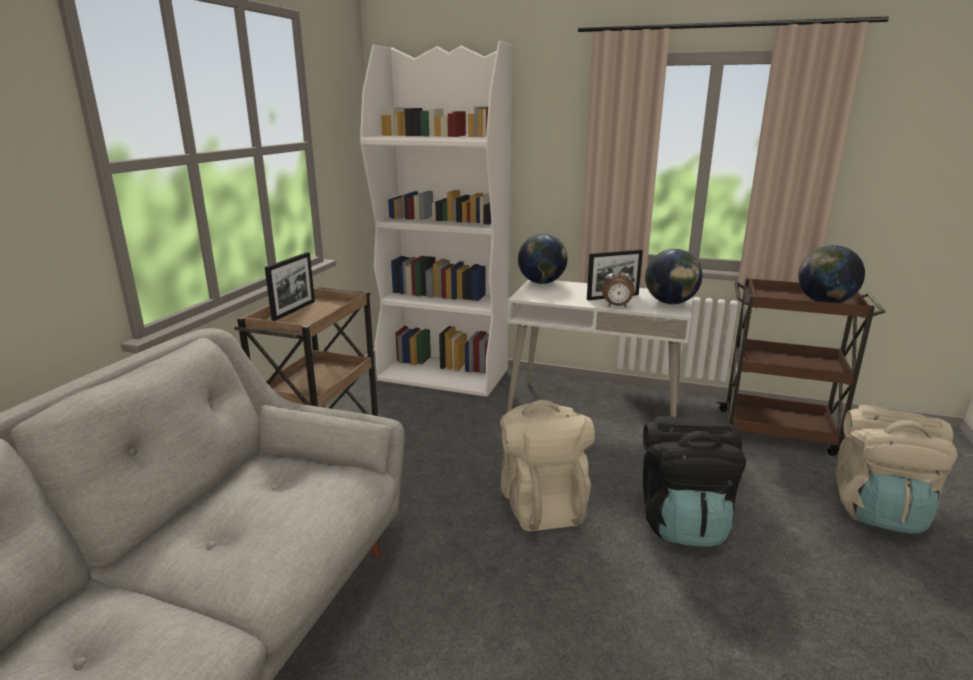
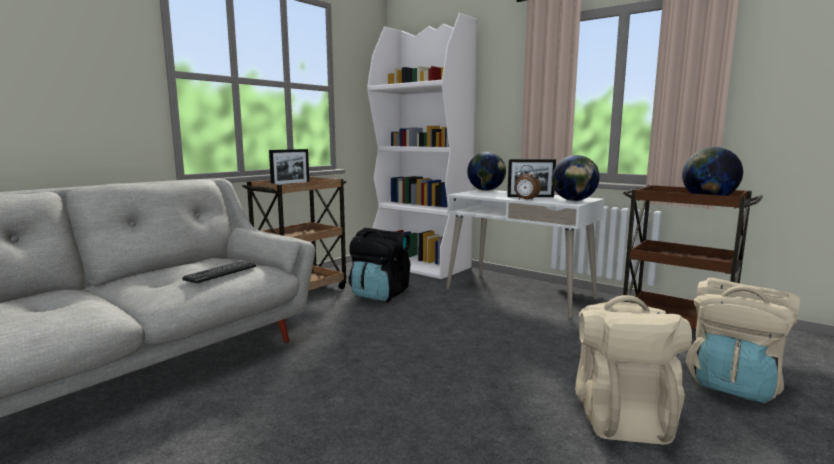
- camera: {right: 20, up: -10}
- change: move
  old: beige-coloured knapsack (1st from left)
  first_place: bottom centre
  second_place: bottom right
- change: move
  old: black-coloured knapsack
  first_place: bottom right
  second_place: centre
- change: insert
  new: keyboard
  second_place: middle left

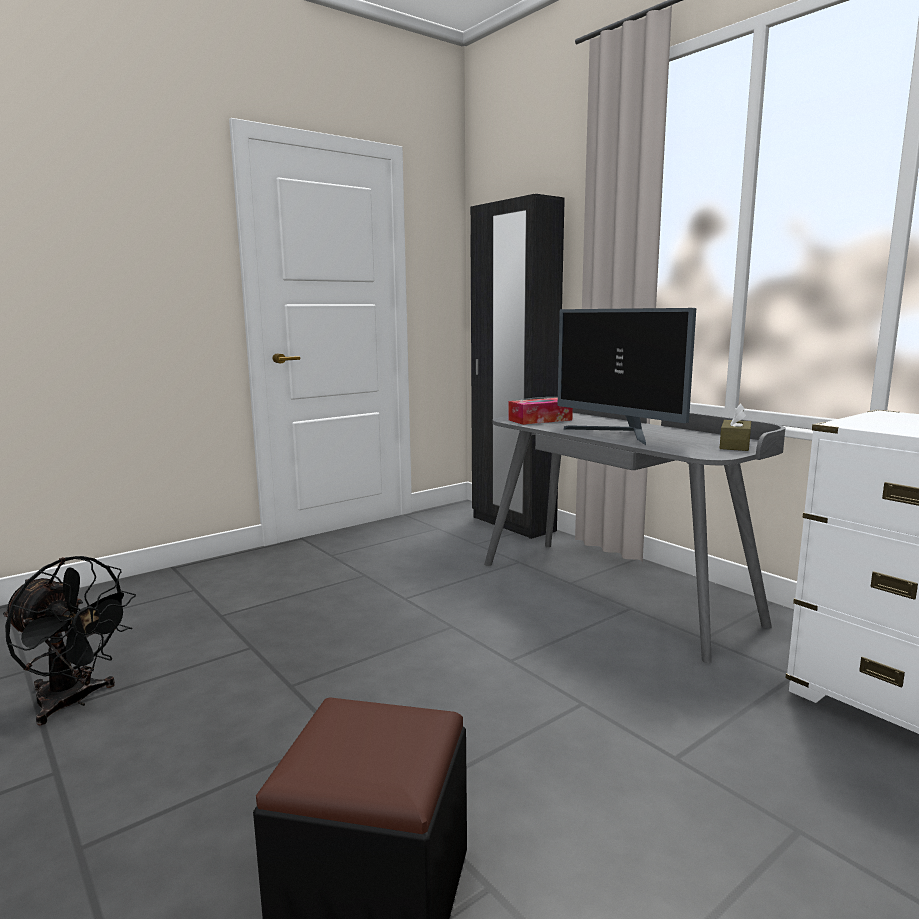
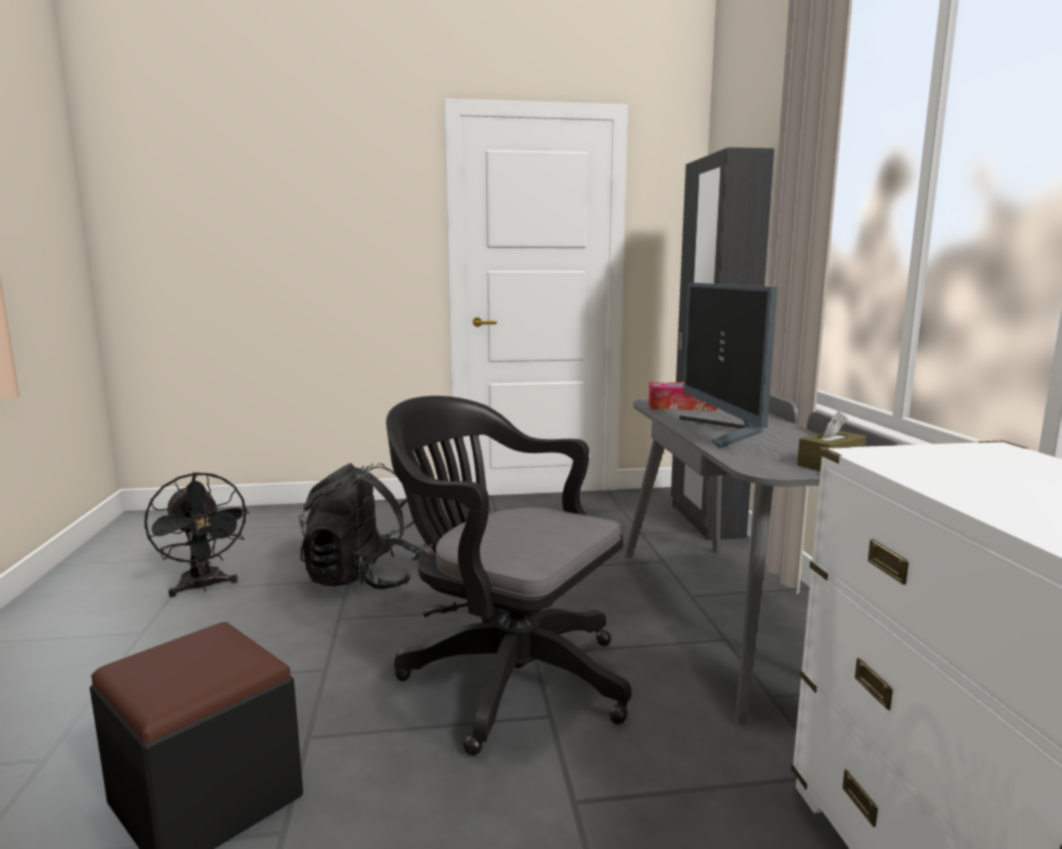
- camera: {right: 30, up: 0}
- change: insert
  new: black-coloured knapsack
  second_place: centre
- change: insert
  new: black-coloured computer chair
  second_place: bottom centre

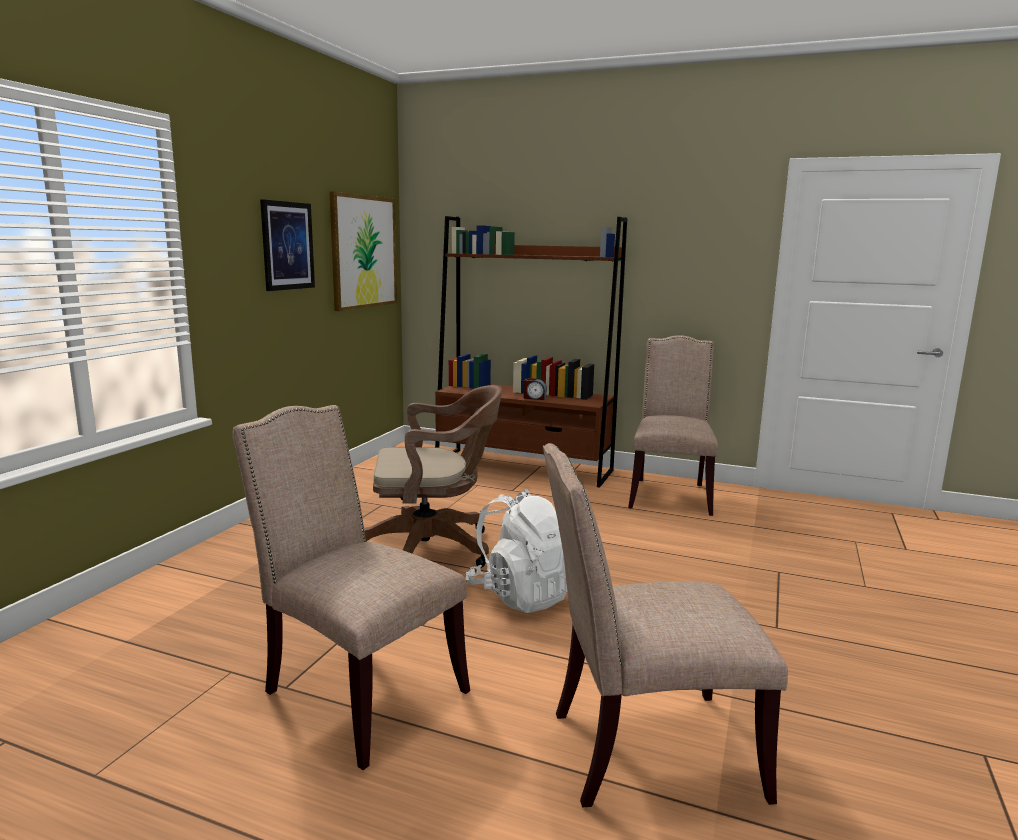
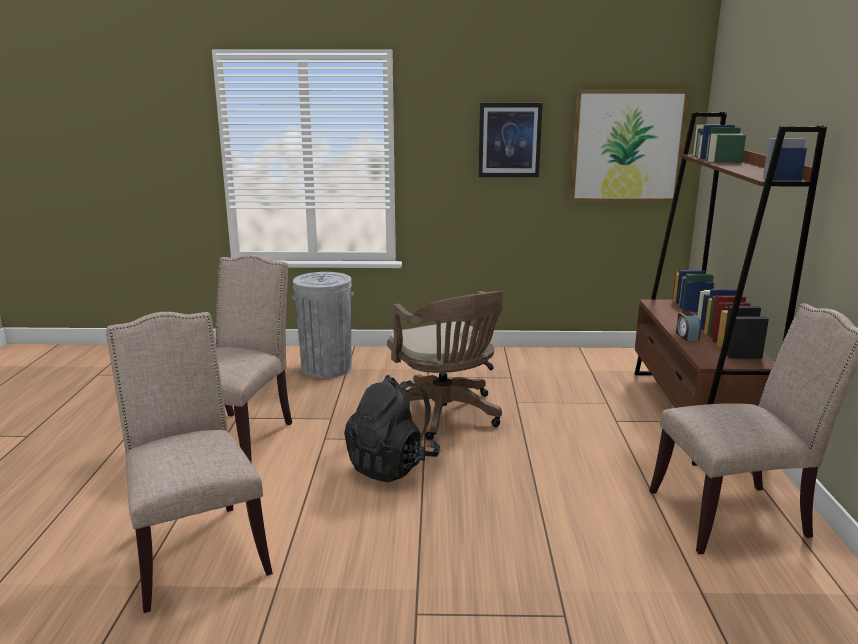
- camera: {right: 70, up: 5}
- change: recolor
  old: white knapsack
  new: black-coloured knapsack
  first_place: centre
  second_place: centre
- change: insert
  new: greyish rubbish bin
  second_place: centre

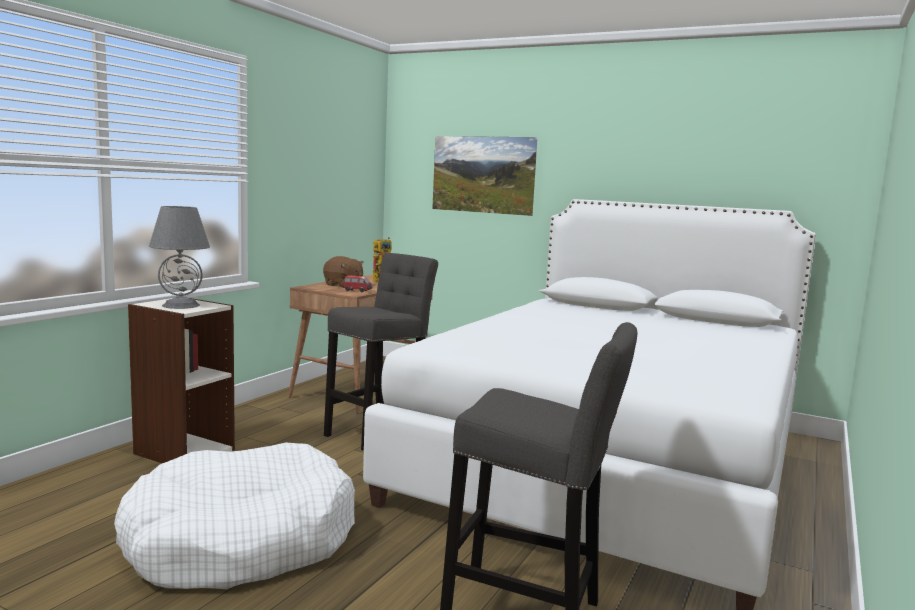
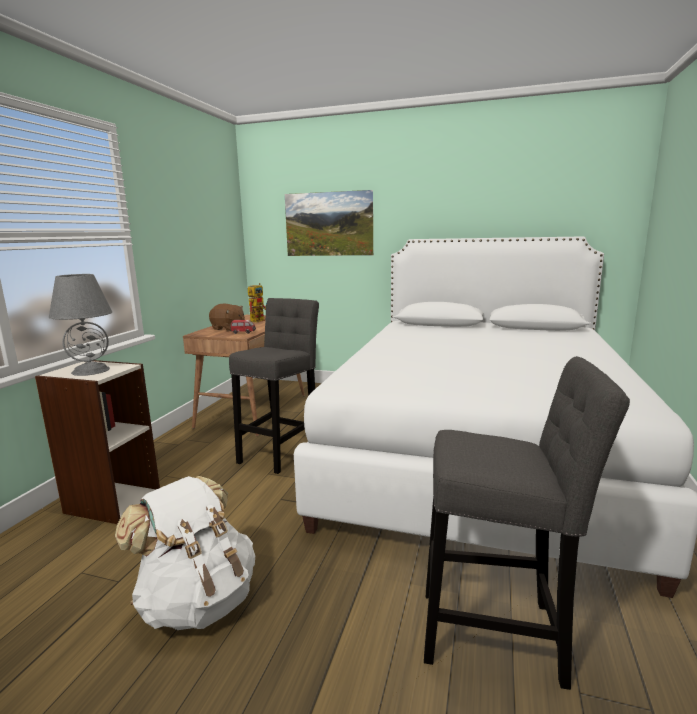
- camera: {right: -10, up: 5}
- change: replace
  old: white pet bed
  new: white knapsack
  first_place: bottom left
  second_place: bottom left

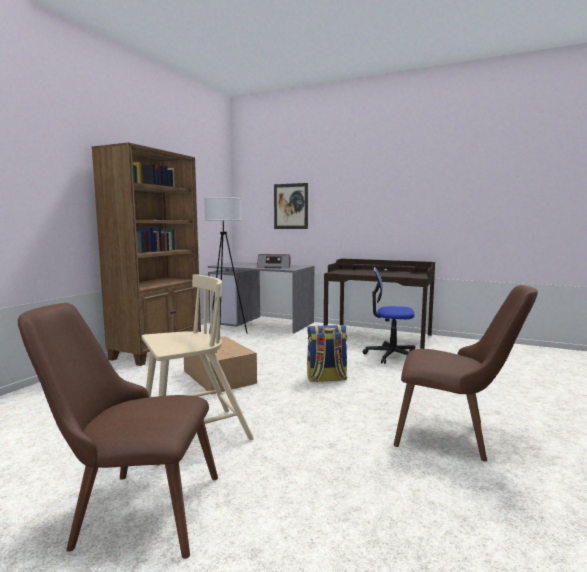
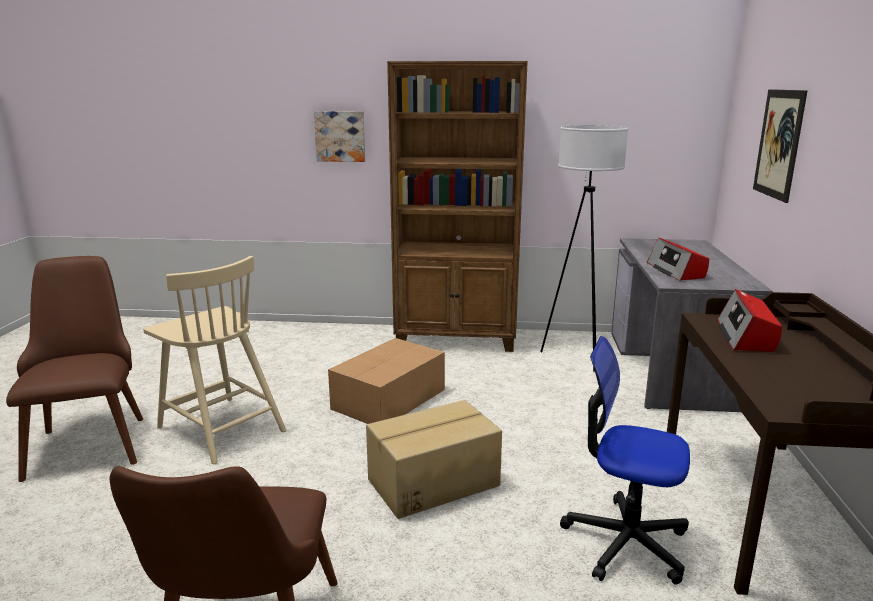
- camera: {right: 70, up: 10}
- change: replace
  old: knapsack
  new: cardboard box (2nd from left)
  first_place: centre
  second_place: bottom centre
- change: rotate
  old: computer chair
  first_place: centre
  second_place: bottom right
  degrees: -60
- change: insert
  new: wall picture (1st from left)
  second_place: top centre
- change: insert
  new: radio receiver (2nd from left)
  second_place: middle right

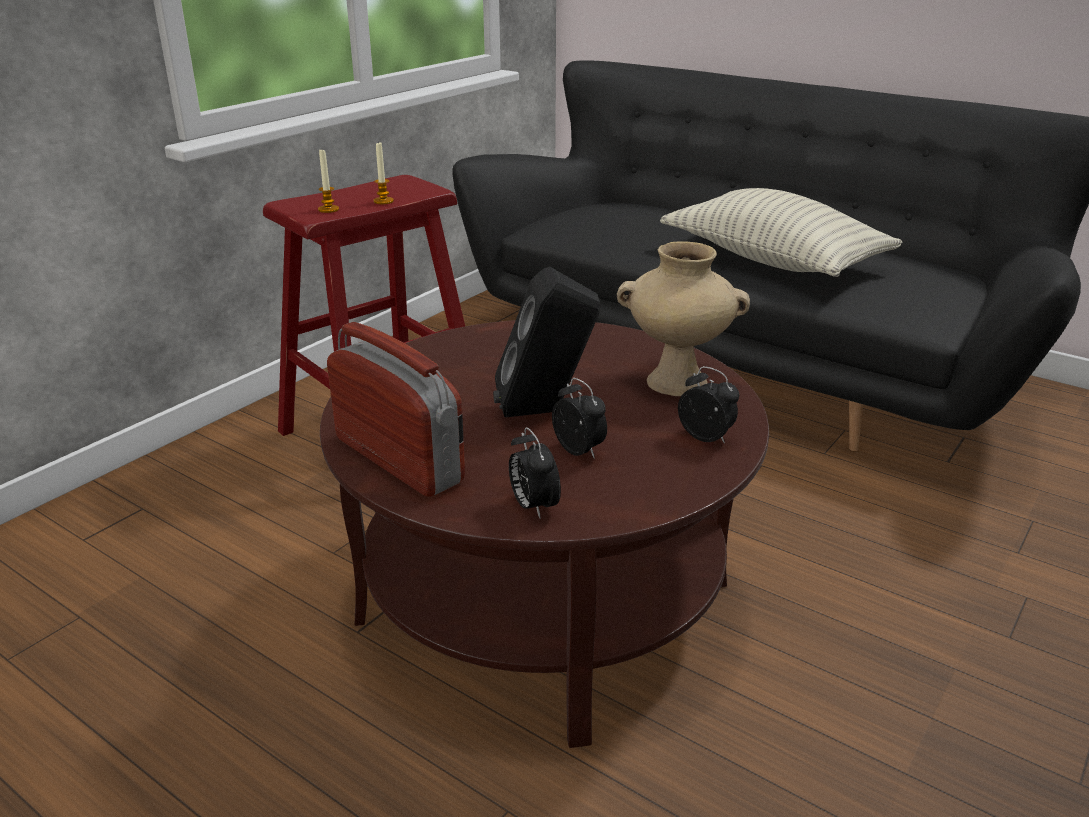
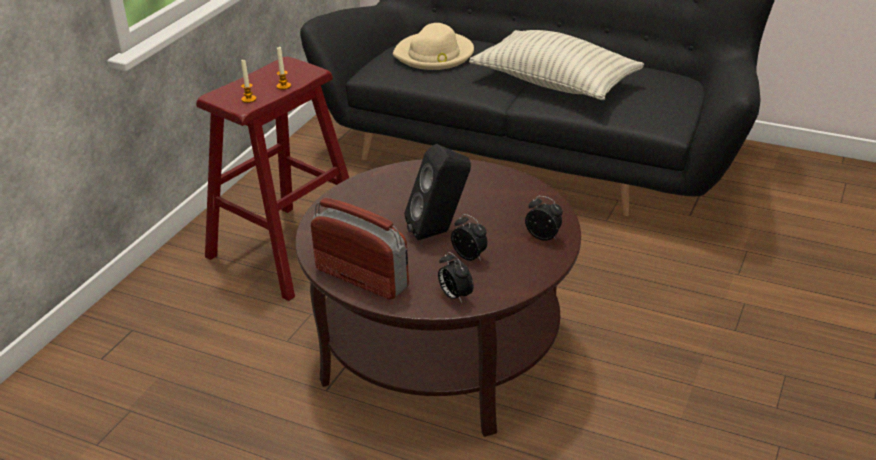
- camera: {right: -10, up: 5}
- change: delete
  old: beige-coloured flower vase
  first_place: centre
- change: insert
  new: beige-coloured clothing hat
  second_place: top centre

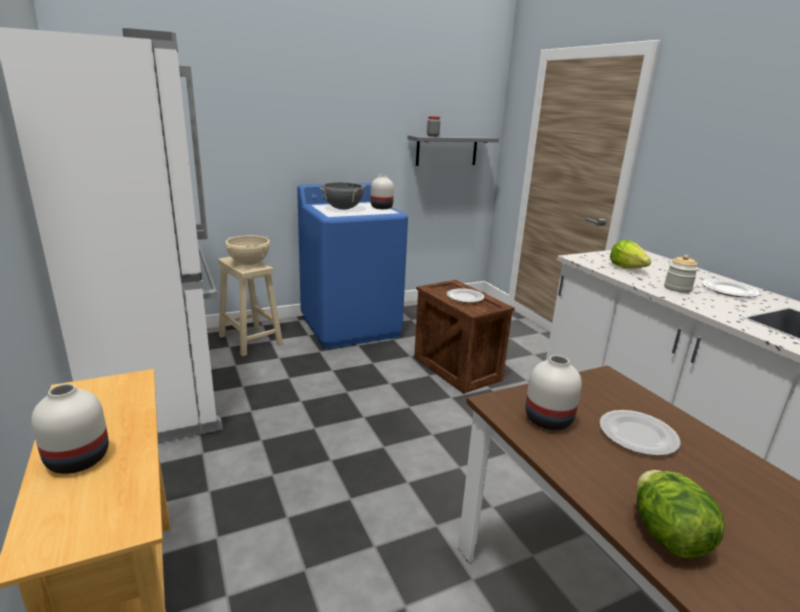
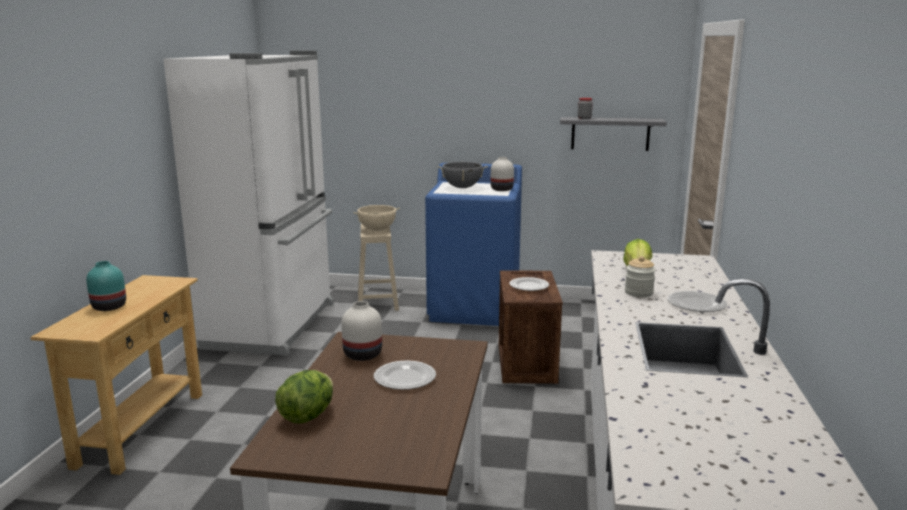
- camera: {right: 35, up: -5}
- change: recolor
  old: white flower vase (1st from left)
  new: turquoise-coloured flower vase
  first_place: bottom left
  second_place: middle left

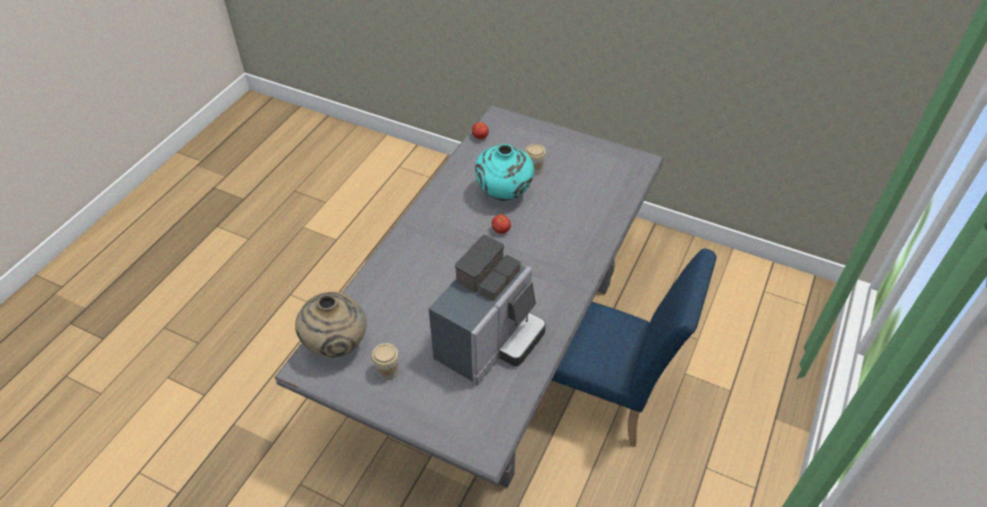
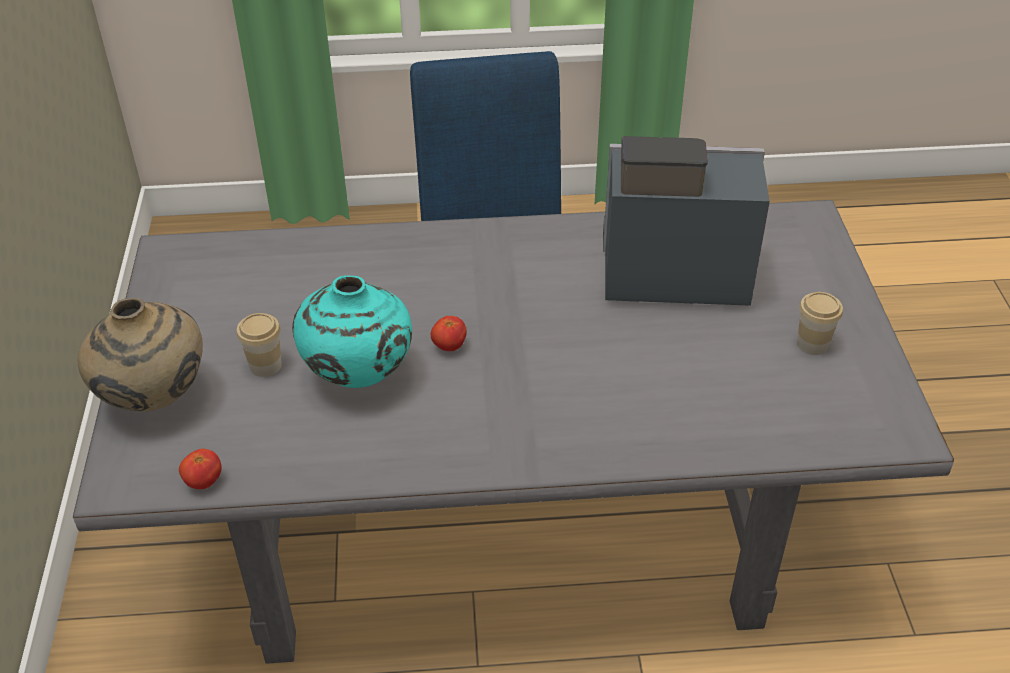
- camera: {right: -120, up: -5}
- change: move
  old: beige-coloured flower vase
  first_place: centre
  second_place: middle left

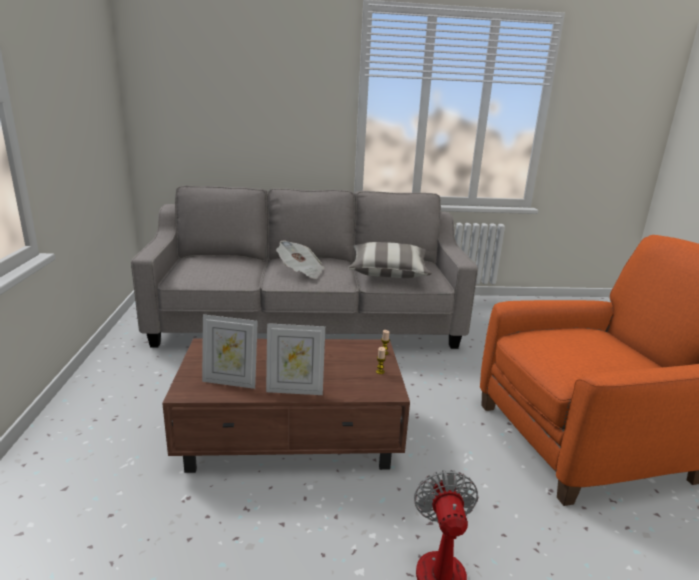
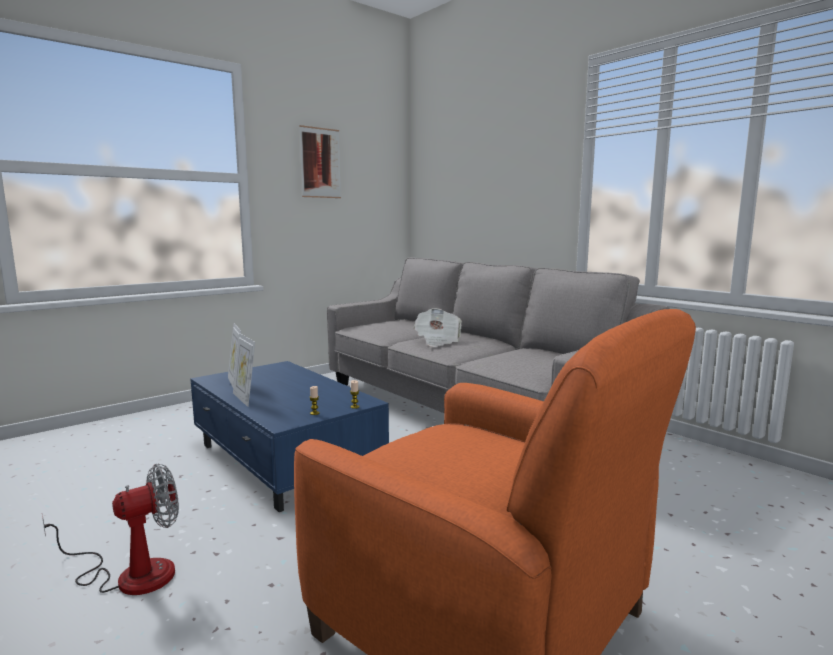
- camera: {right: 55, up: -10}
- change: recolor
  old: brownish lounge table
  new: blue-coloured lounge table
  first_place: bottom centre
  second_place: centre
- change: delete
  old: pillow
  first_place: centre
- change: insert
  new: wall picture
  second_place: top centre

